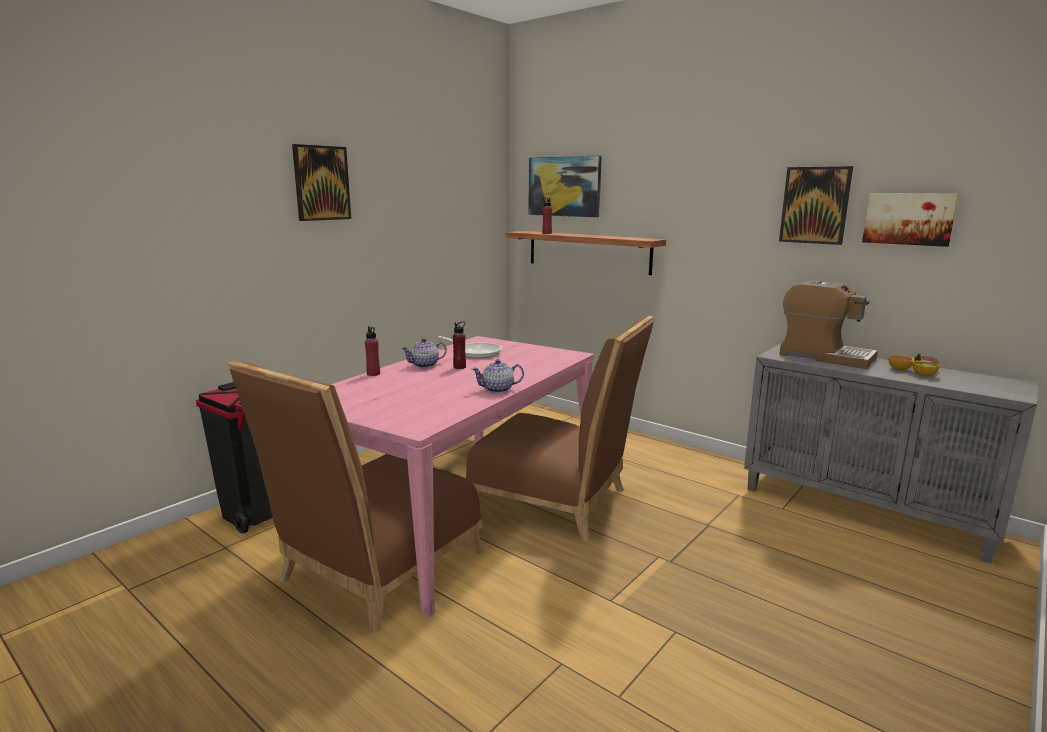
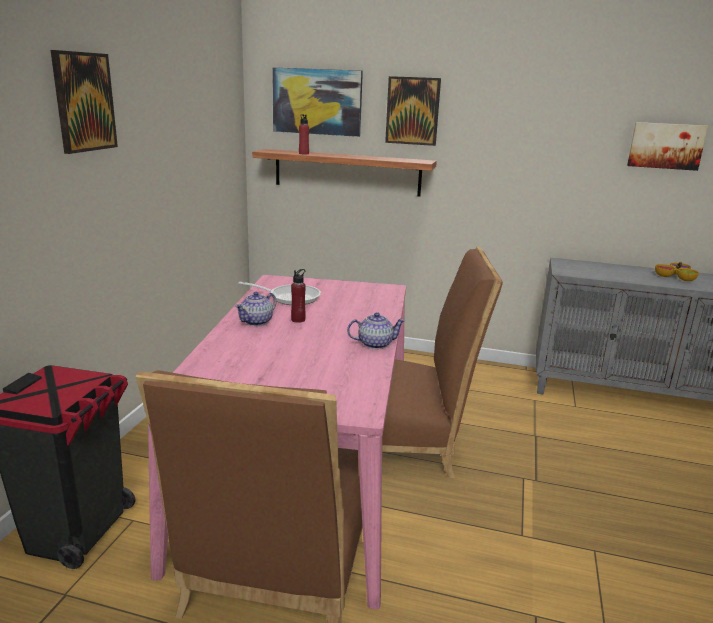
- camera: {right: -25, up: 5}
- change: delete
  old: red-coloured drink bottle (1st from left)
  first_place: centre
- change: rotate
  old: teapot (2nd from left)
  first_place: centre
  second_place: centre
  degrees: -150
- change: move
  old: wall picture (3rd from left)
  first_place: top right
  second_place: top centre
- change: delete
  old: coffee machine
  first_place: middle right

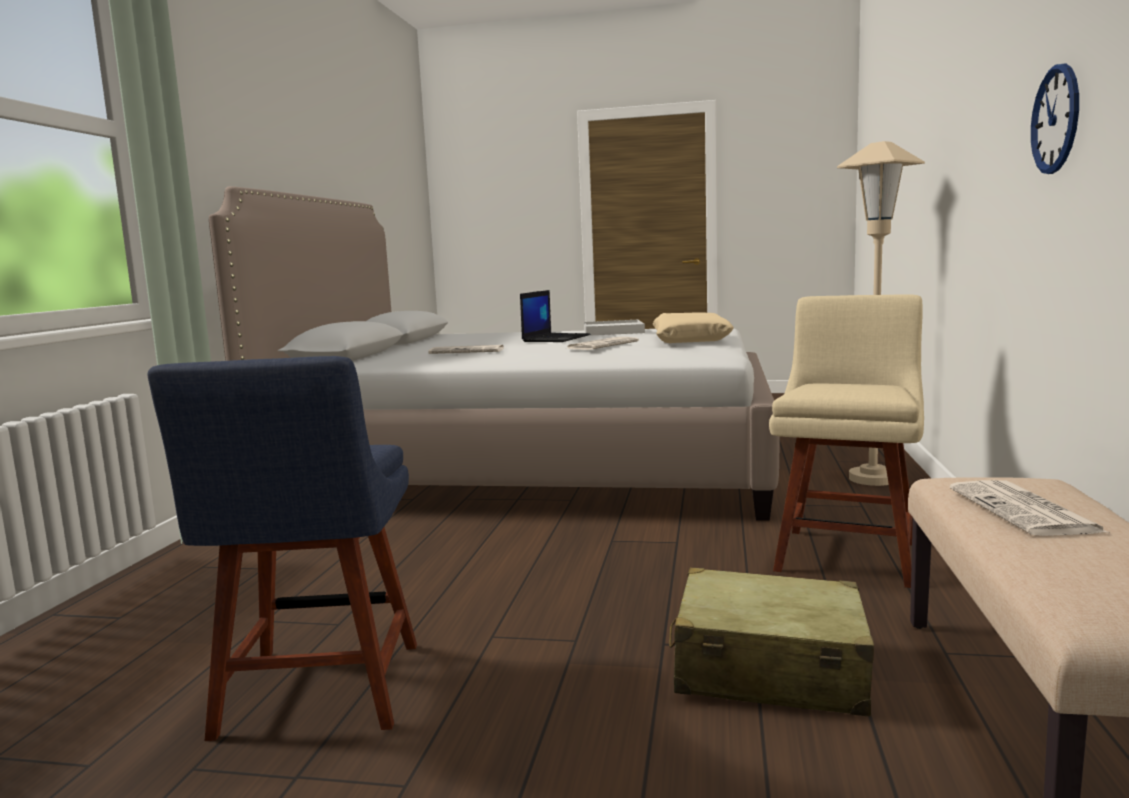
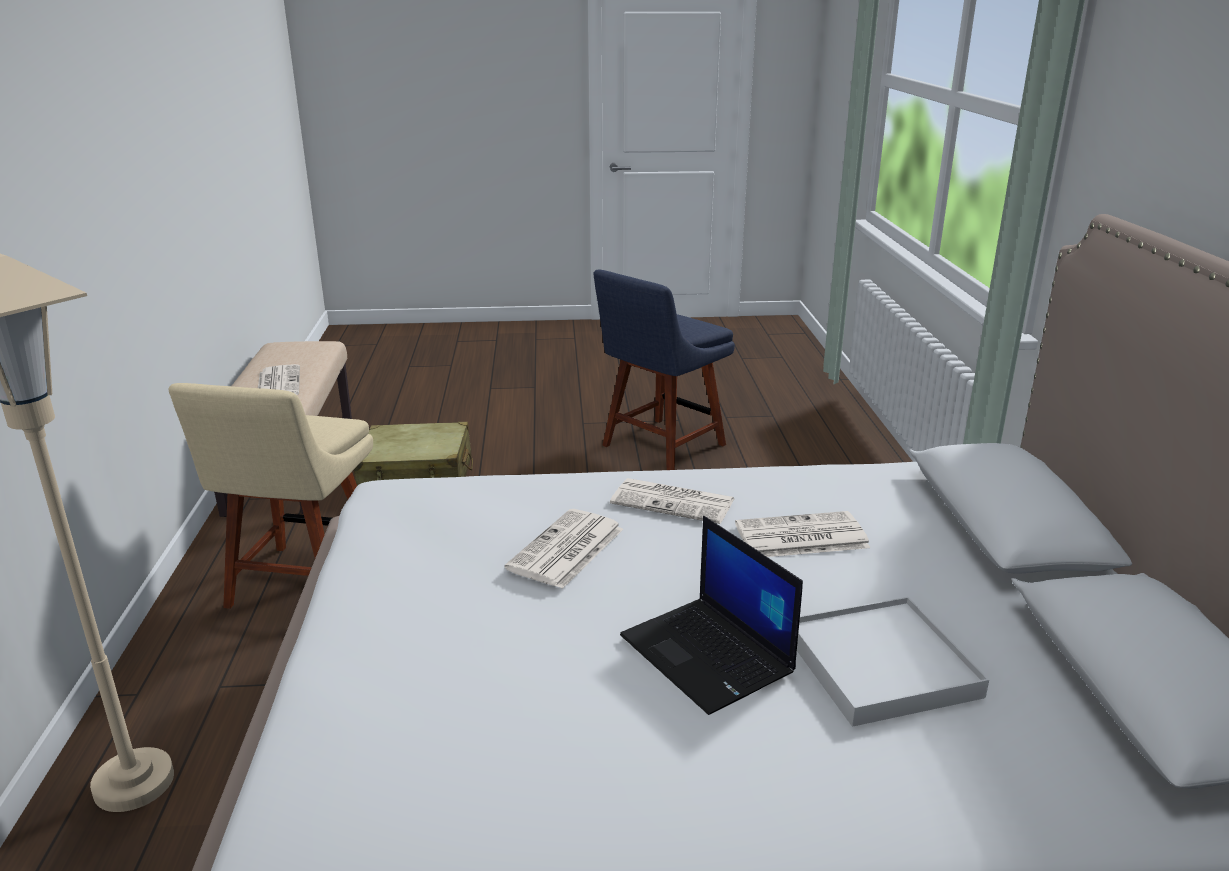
- camera: {right: 165, up: 15}
- change: rotate
  old: blue-coloured chair
  first_place: bottom left
  second_place: centre
  degrees: -120
- change: rotate
  old: notebook computer
  first_place: centre
  second_place: bottom centre
  degrees: -45
- change: move
  old: white tray
  first_place: centre
  second_place: bottom right
- change: delete
  old: beige-coloured pillow
  first_place: centre
- change: delete
  old: hanging clock
  first_place: top right
- change: insert
  new: daily paper (3rd from left)
  second_place: centre

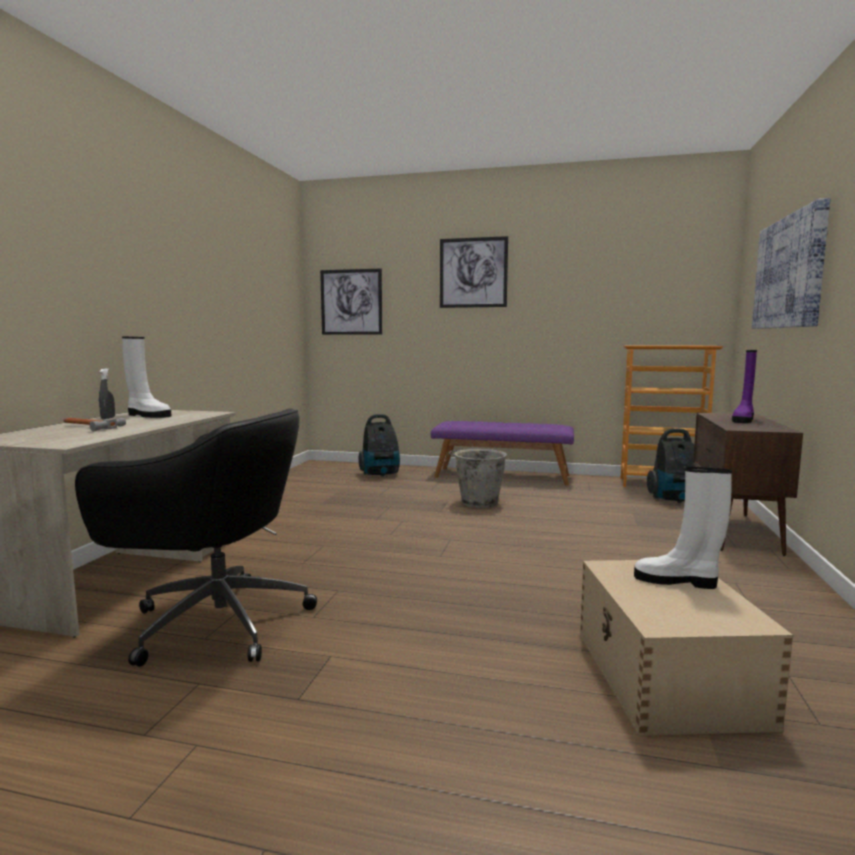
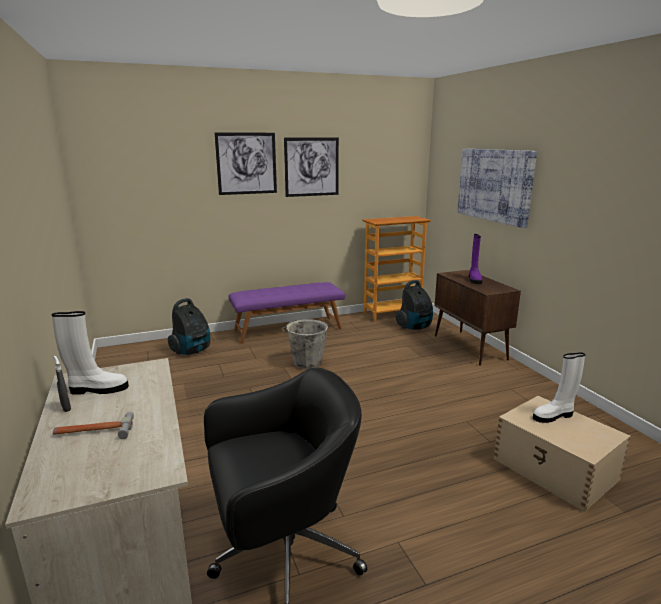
- camera: {right: -35, up: 10}
- change: move
  old: wall picture (1st from left in the first image)
  new: wall picture (2nd from left)
  first_place: centre
  second_place: top centre

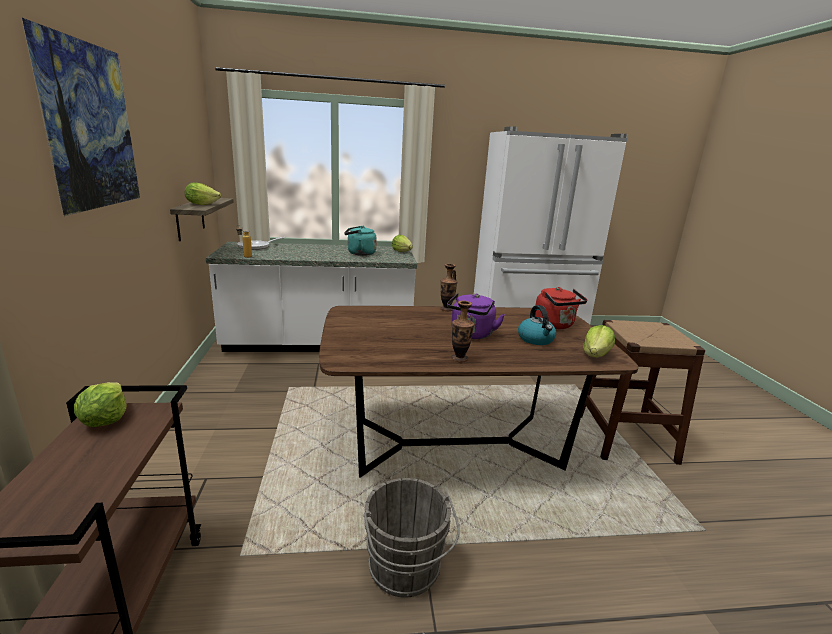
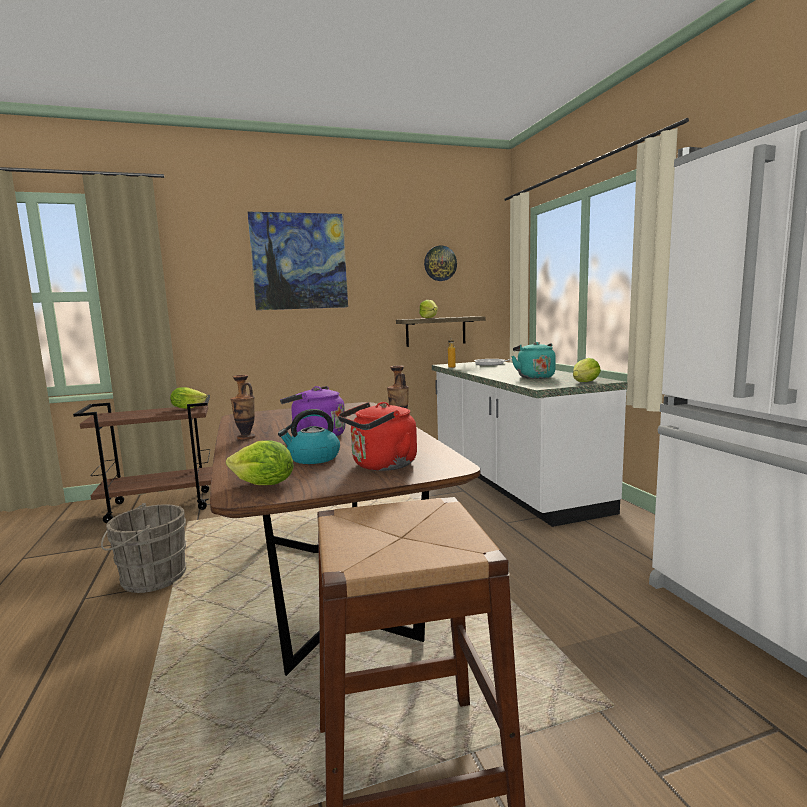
- camera: {right: 80, up: -10}
- change: insert
  new: hanging clock
  second_place: top centre

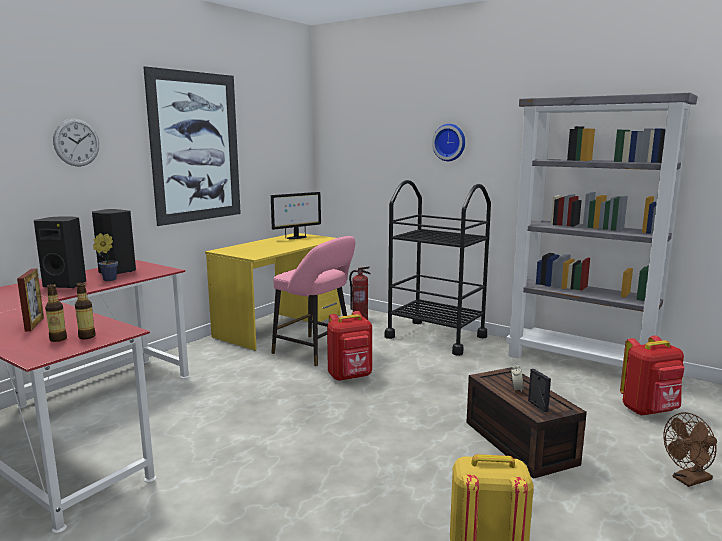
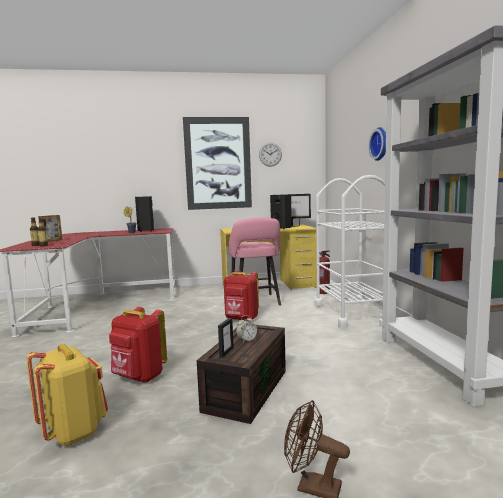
- camera: {right: 45, up: -5}
- change: move
  old: black-coloured audio speaker (1st from left in the first image)
  new: black-coloured audio speaker (2nd from left)
  first_place: middle left
  second_place: centre
- change: move
  old: hanging clock (1st from left)
  first_place: top left
  second_place: top centre
- change: recolor
  old: black-coloured trolley
  new: white trolley
  first_place: centre
  second_place: middle right
- change: move
  old: red-coloured knapsack (2nd from left in the first image)
  new: red-coloured knapsack (1st from left)
  first_place: bottom right
  second_place: bottom left

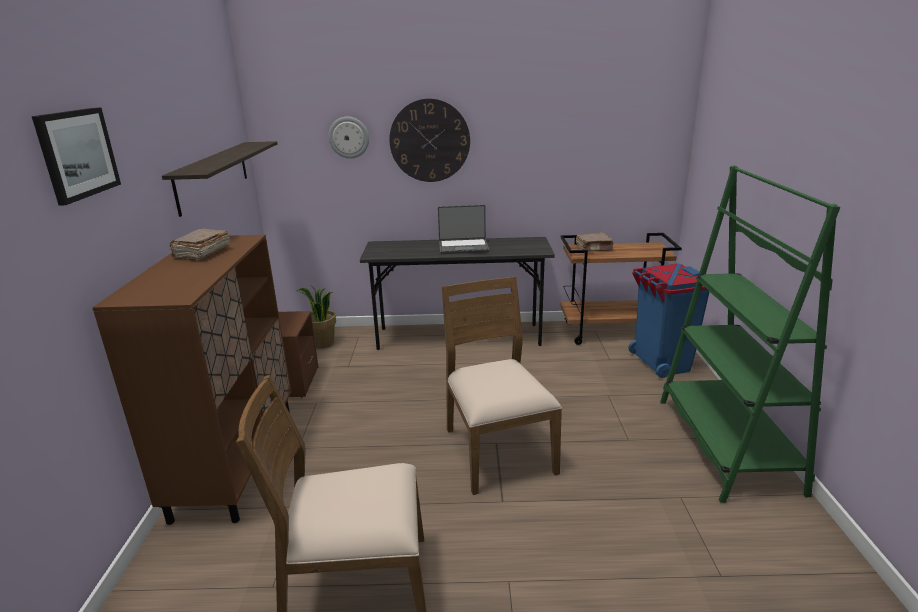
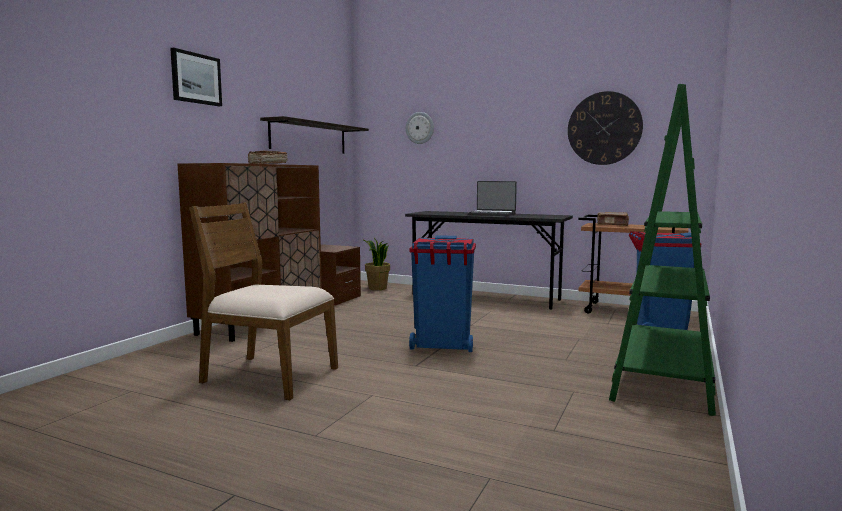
- camera: {right: 25, up: -15}
- change: move
  old: hanging clock (2nd from left)
  first_place: top centre
  second_place: top right
- change: replace
  old: brownish chair (2nd from left)
  new: blue-coloured rubbish bin (1st from left)
  first_place: centre
  second_place: centre

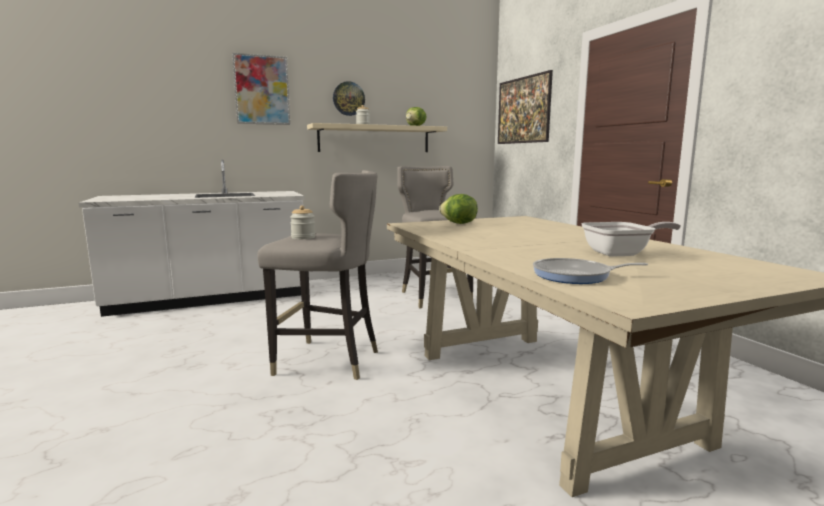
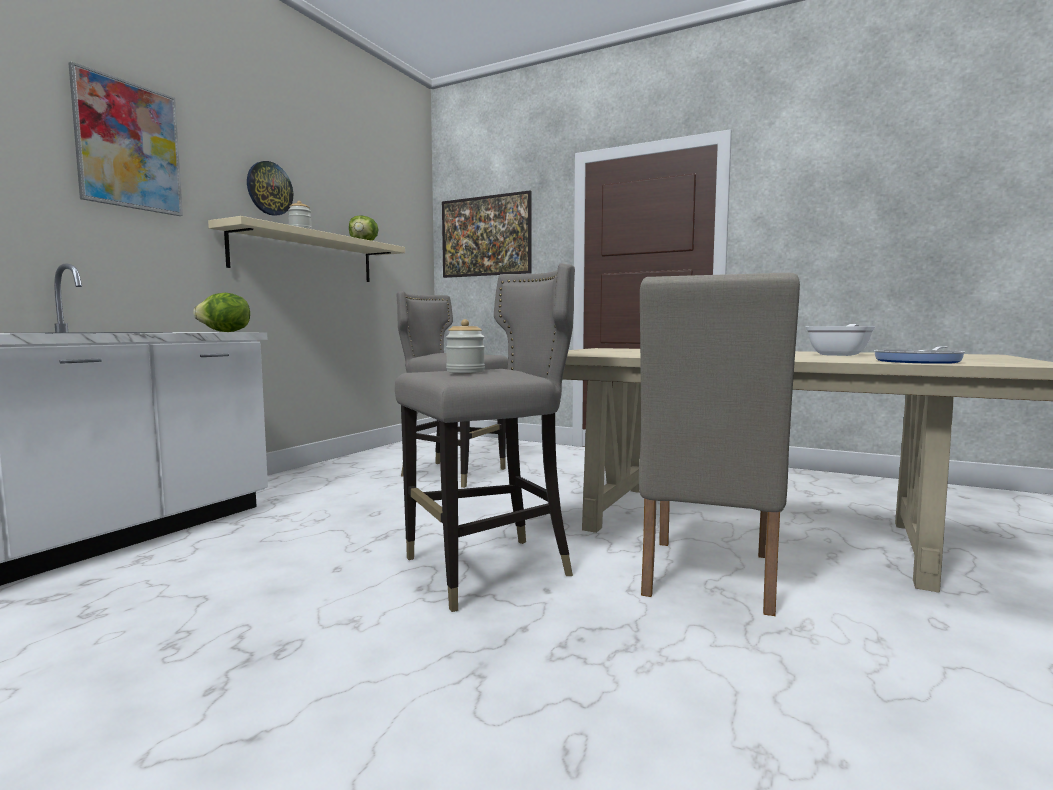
- camera: {right: -40, up: -5}
- change: move
  old: lettuce head (2nd from left in the first image)
  new: lettuce head (1st from left)
  first_place: centre
  second_place: middle left
- change: insert
  new: beige-coloured chair
  second_place: middle right

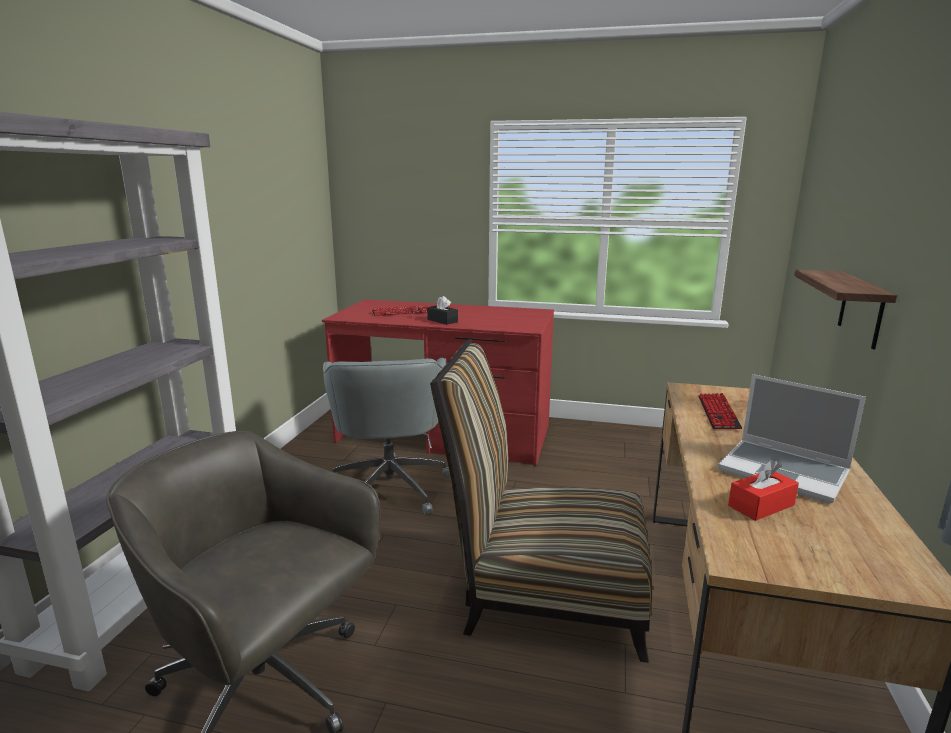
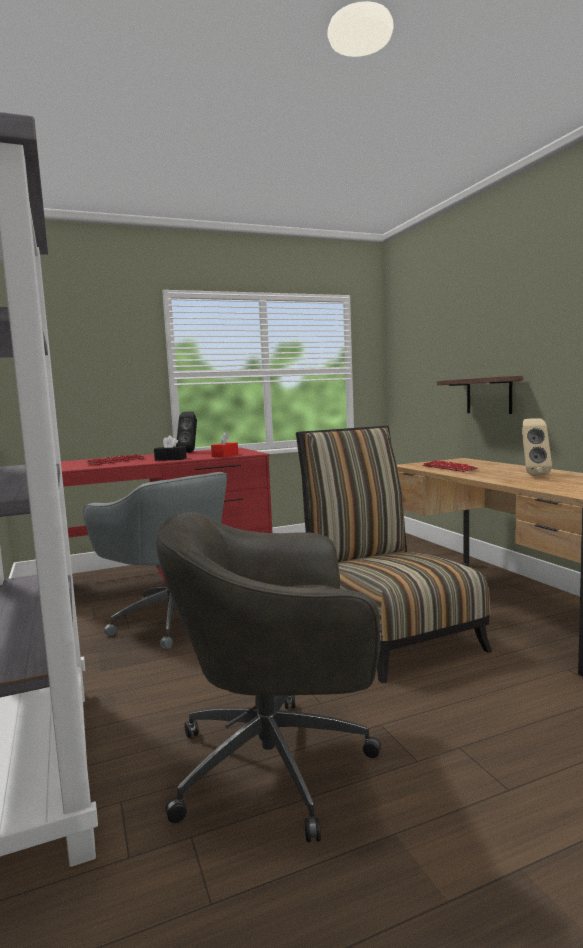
- camera: {right: -35, up: -10}
- change: rotate
  old: chair
  first_place: bottom centre
  second_place: middle right
  degrees: 90
- change: replace
  old: notebook computer
  new: beige-coloured audio speaker
  first_place: middle right
  second_place: middle right
- change: move
  old: red-coloured box of tissues
  first_place: bottom right
  second_place: centre
- change: insert
  new: black-coloured audio speaker
  second_place: middle left

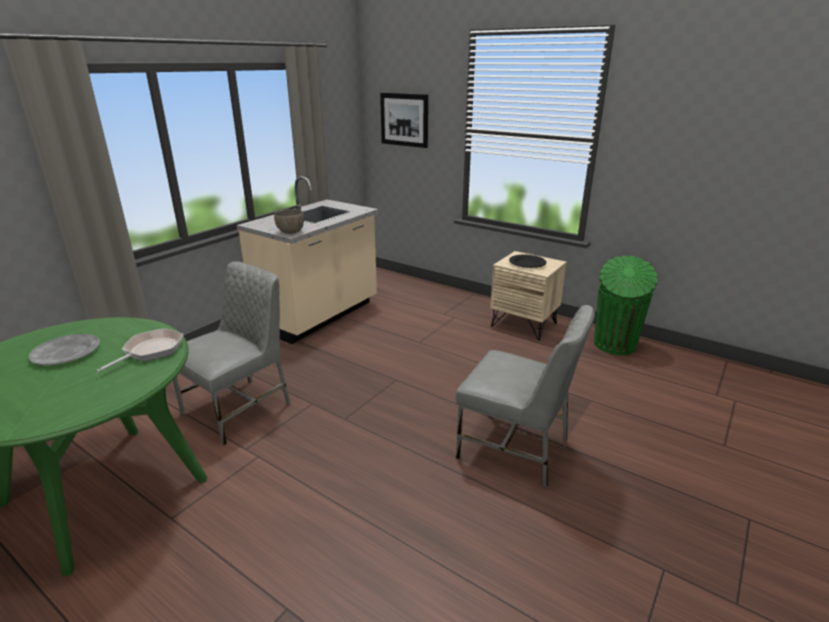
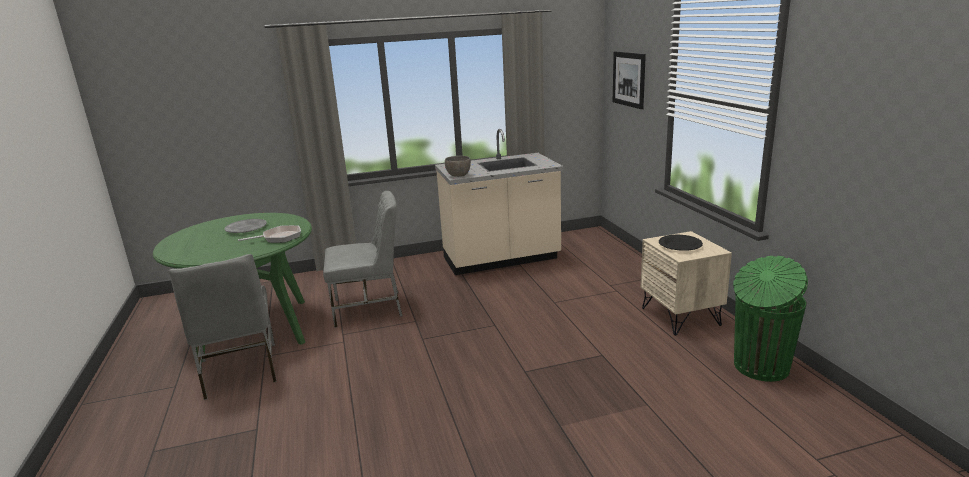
- camera: {right: 40, up: -5}
- change: move
  old: greyish chair (2nd from left in the first image)
  new: greyish chair (1st from left)
  first_place: centre
  second_place: bottom left

